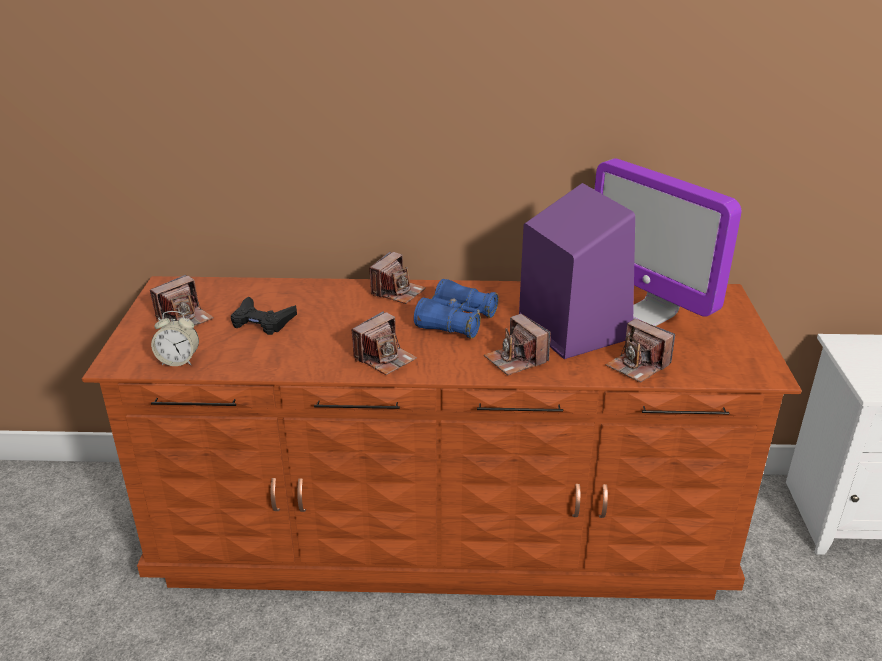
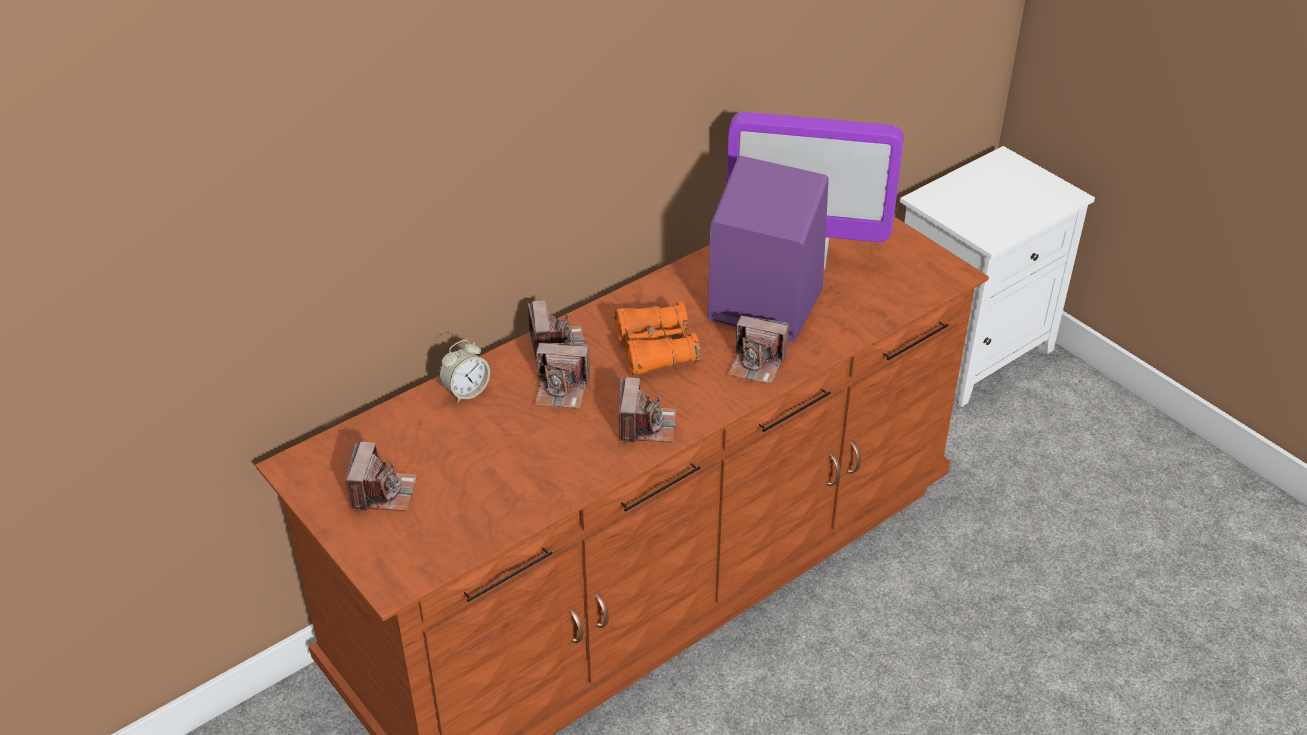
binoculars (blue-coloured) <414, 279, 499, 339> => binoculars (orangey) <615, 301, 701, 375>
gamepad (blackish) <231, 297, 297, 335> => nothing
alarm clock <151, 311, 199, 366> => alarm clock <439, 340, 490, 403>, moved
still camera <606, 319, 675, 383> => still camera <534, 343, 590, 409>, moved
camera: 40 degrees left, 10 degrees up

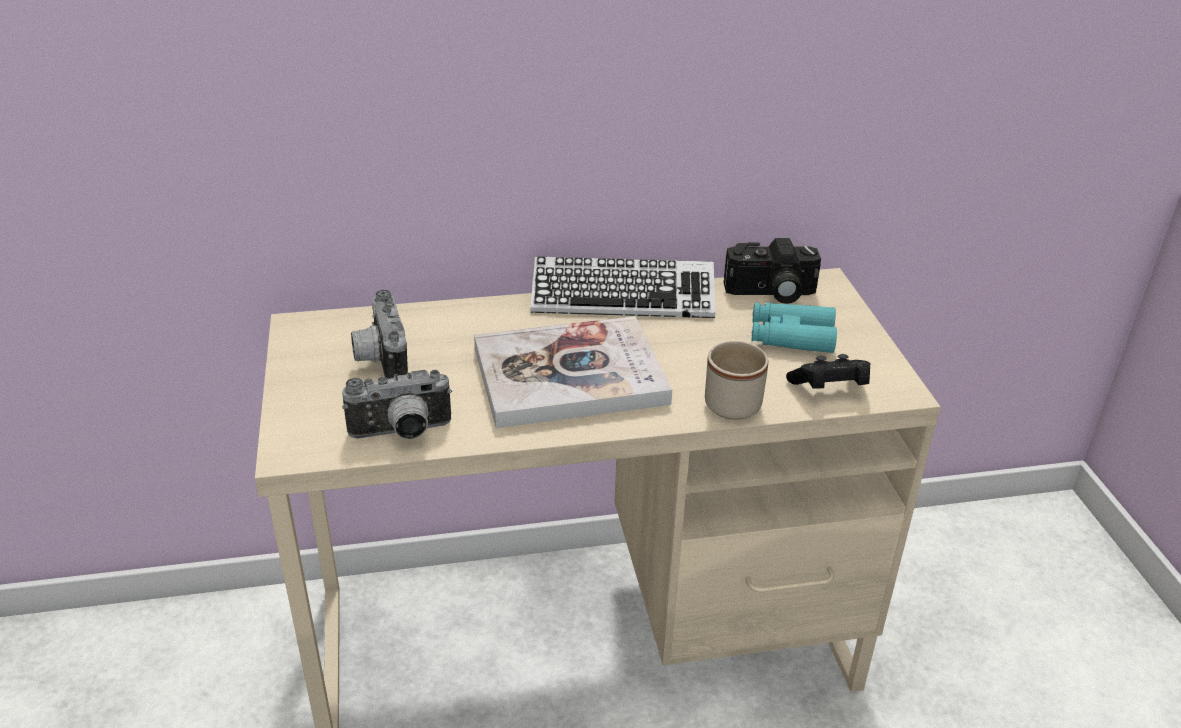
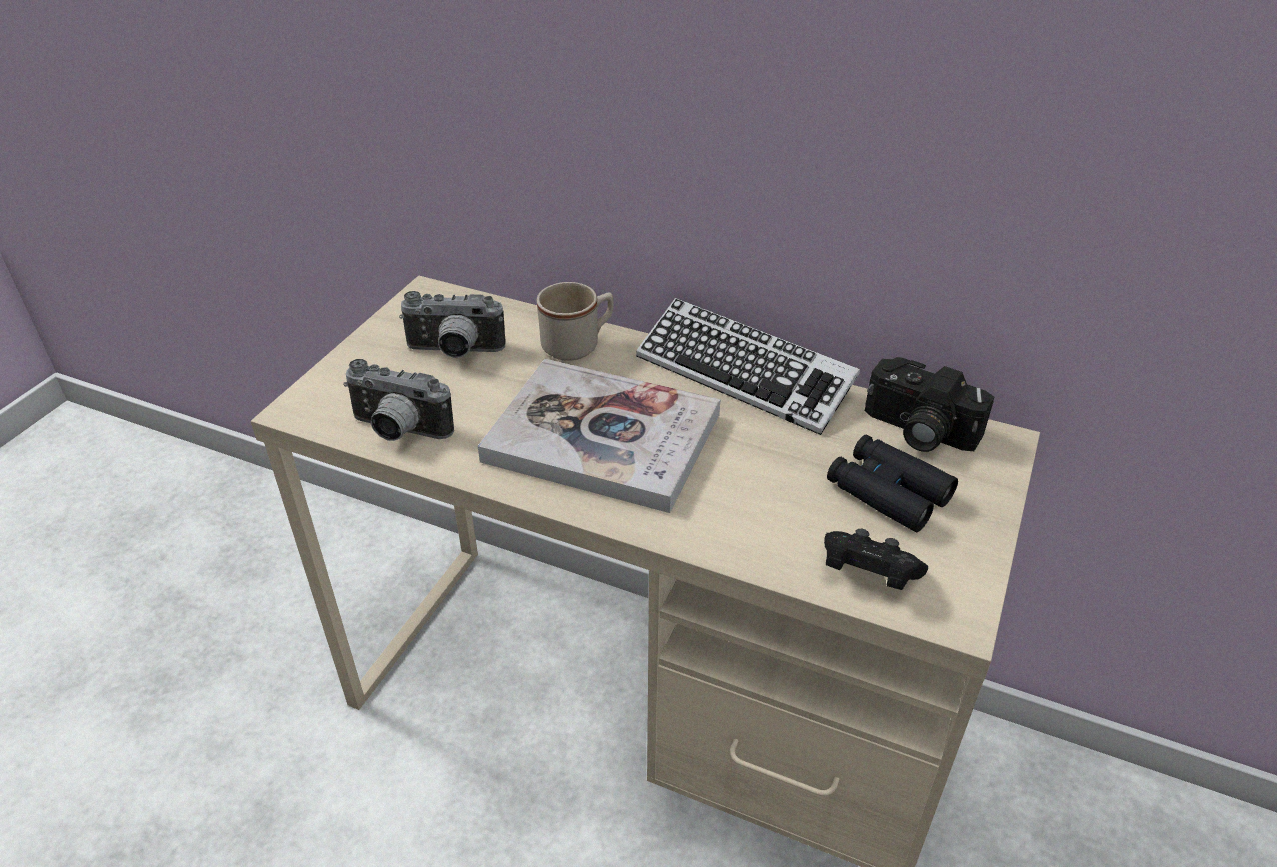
still camera <351, 290, 408, 379> => still camera <399, 291, 505, 358>, 105 degrees counterclockwise
binoculars (blue-green) <751, 302, 837, 353> => binoculars (blackish) <827, 435, 958, 532>
mug (sand-coloured) <705, 341, 768, 420> => mug (sand-coloured) <537, 282, 614, 361>, moved
camera: 35 degrees right, 5 degrees up

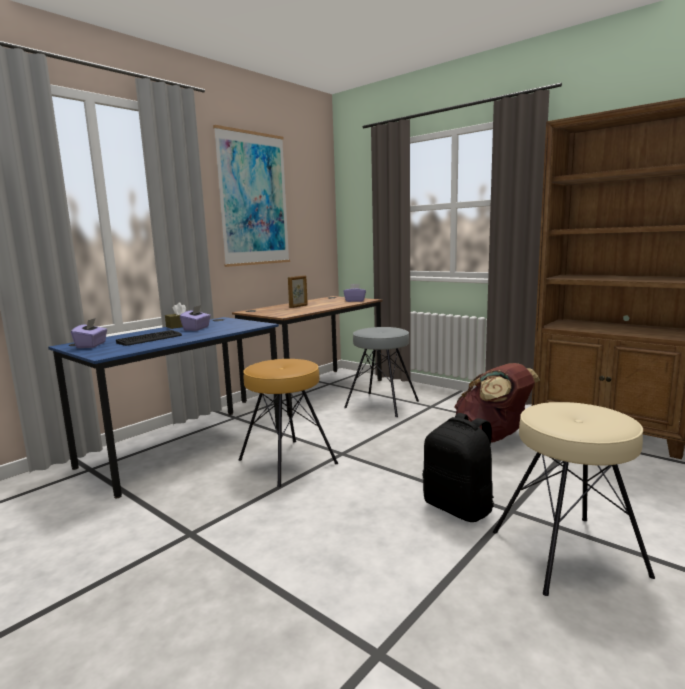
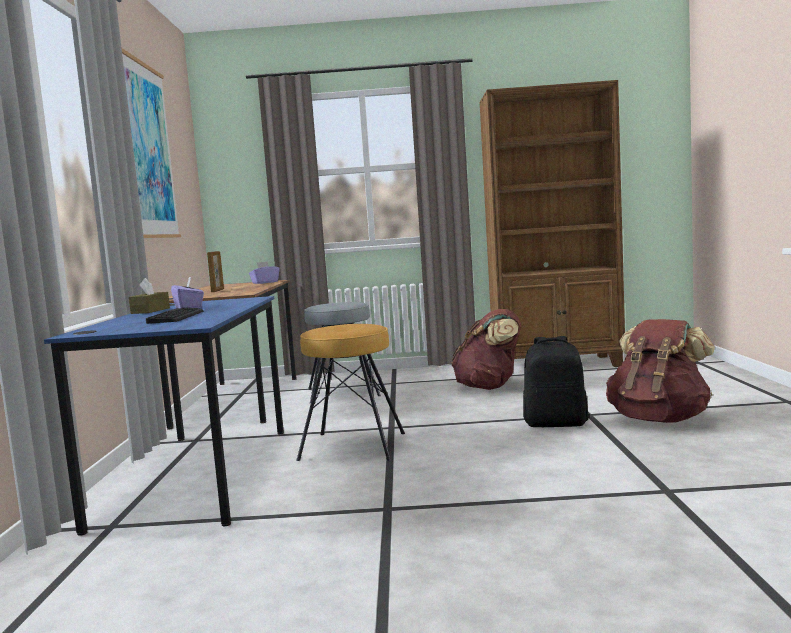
box of tissues (purple) <71, 318, 107, 348> => nothing
stool seat (sand-coloured) <493, 402, 655, 596> => backpack (brown) <606, 319, 715, 423>
camera: 40 degrees left, 5 degrees down

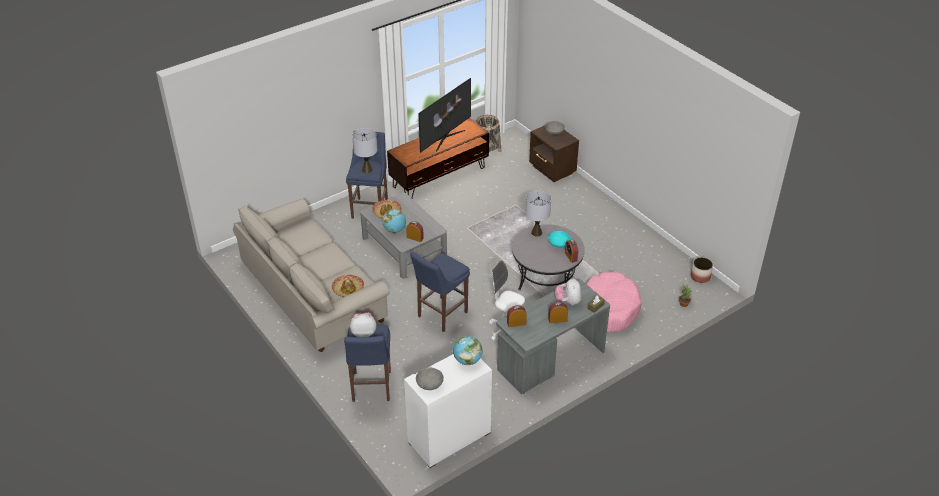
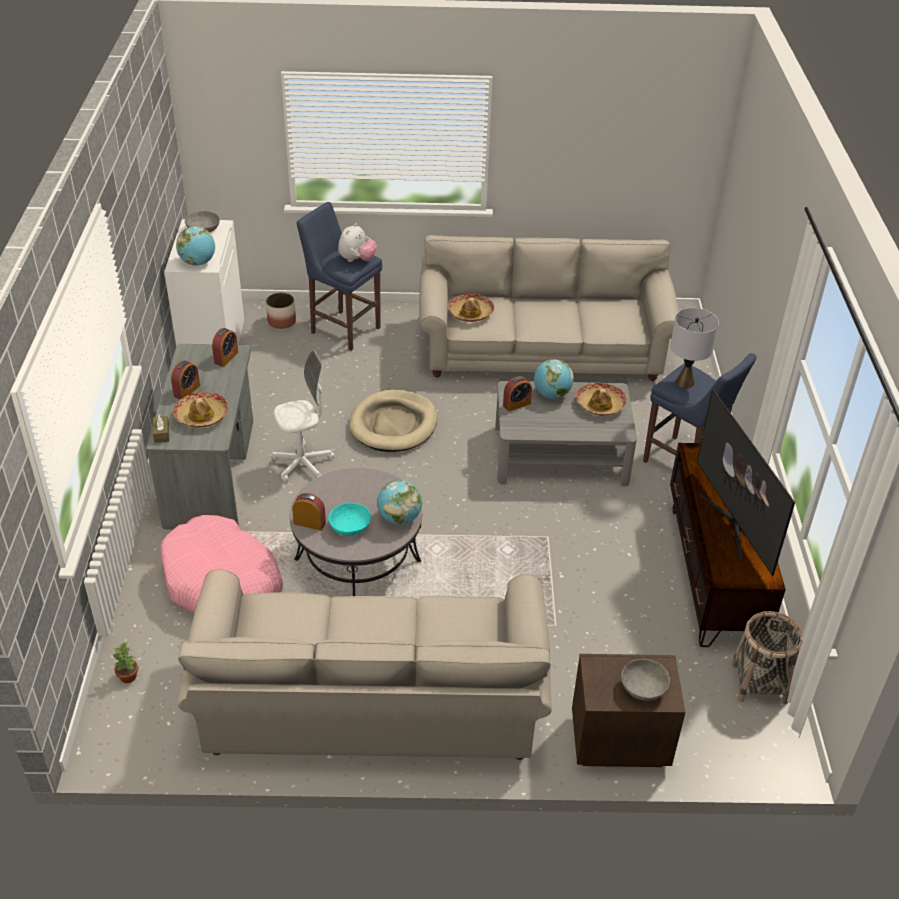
table lamp (grey) <525, 190, 551, 236> => world globe <377, 480, 422, 525>
stool seat (blue-coloured) <410, 252, 470, 332> => dog bed (sand-coloured) <349, 390, 437, 452>
planter <691, 257, 713, 283> => planter <266, 293, 296, 329>, moved
soft toy <555, 278, 582, 305> => hat <173, 392, 228, 428>
nothing => couch (sand-coloured) <177, 569, 552, 760>
camera: 125 degrees right, 0 degrees up

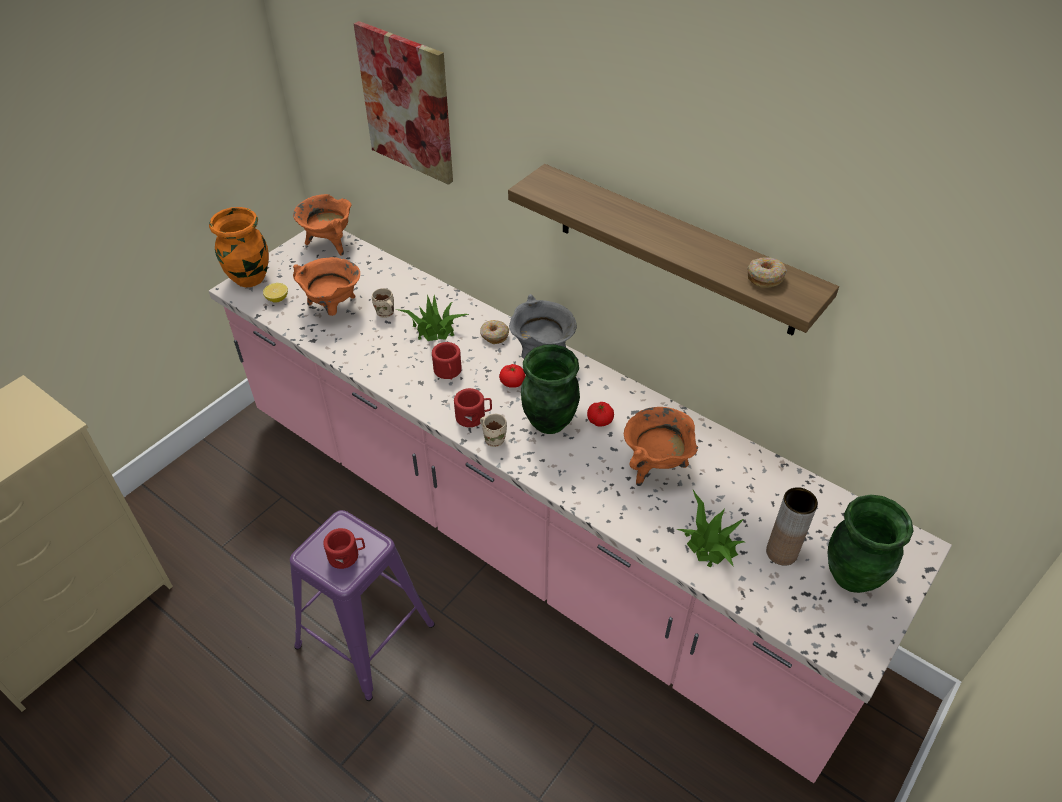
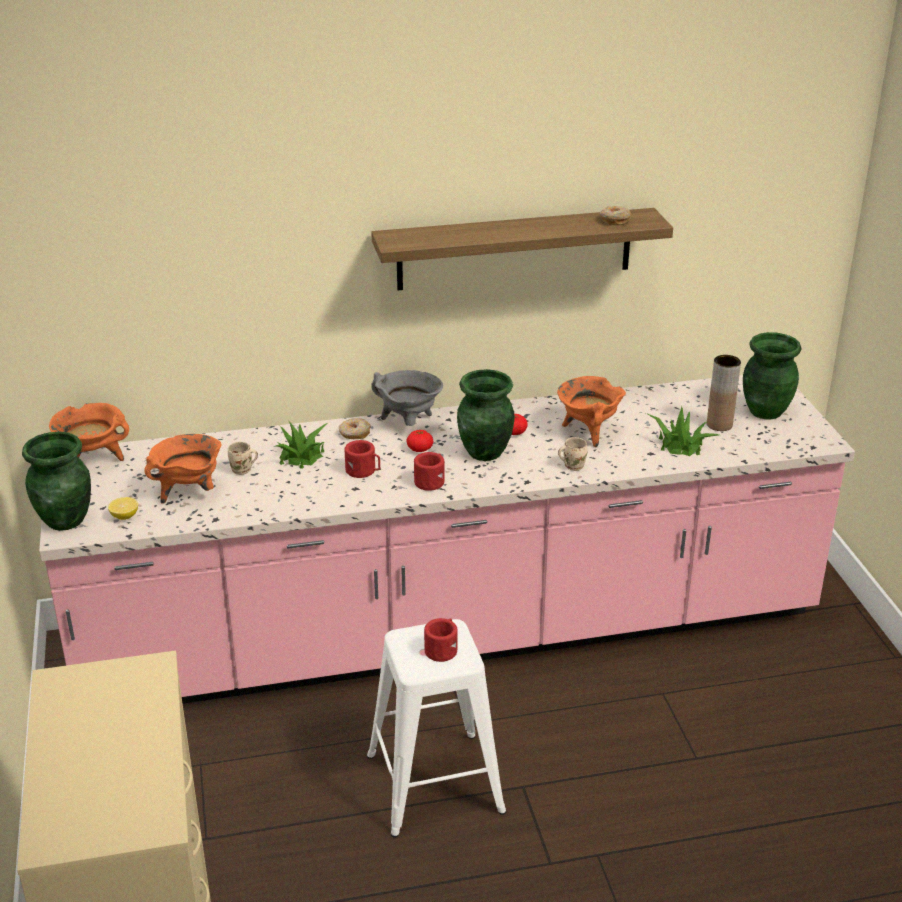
wall art <354, 21, 453, 185> => nothing
decorative vase (orangey) <209, 207, 269, 287> => decorative vase (greenish) <22, 432, 91, 531>
mug (sand-coloured) <480, 414, 507, 447> => mug (sand-coloured) <558, 437, 587, 471>, moved
stool seat (purple) <290, 510, 435, 701> => stool seat (white-coloured) <367, 619, 506, 837>
camera: 50 degrees left, 15 degrees down

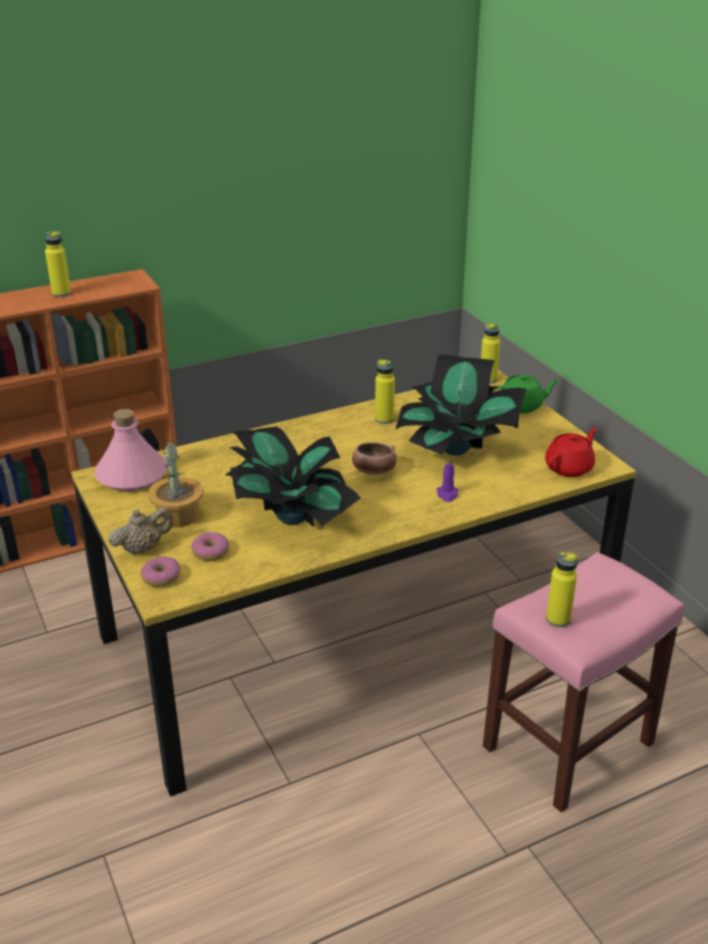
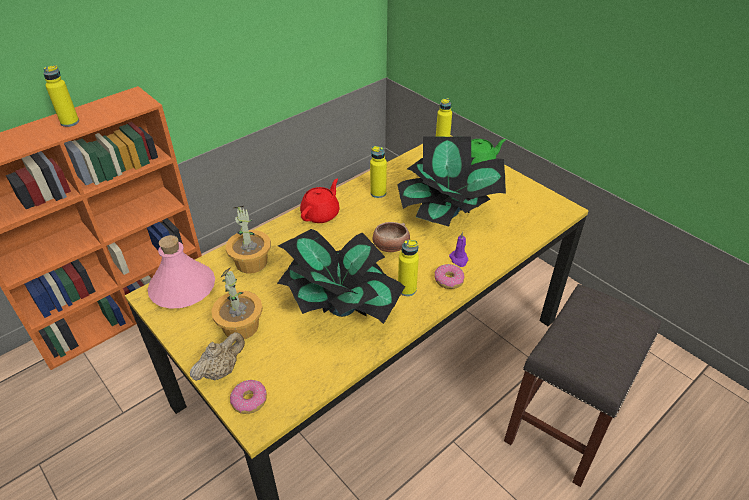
tea pot (reddish) <545, 427, 597, 477> => tea pot (reddish) <300, 178, 340, 223>, moved
ring doughnut <191, 532, 229, 561> => ring doughnut <434, 264, 465, 289>, moved
stool seat (pinkish) <483, 552, 684, 813> => stool seat (grey) <504, 284, 661, 487>
bottle (yellow) <546, 552, 578, 627> => bottle (yellow) <398, 240, 419, 296>, moved
nothing => plant in a pot <226, 206, 271, 274>
camera: 15 degrees left, 10 degrees up

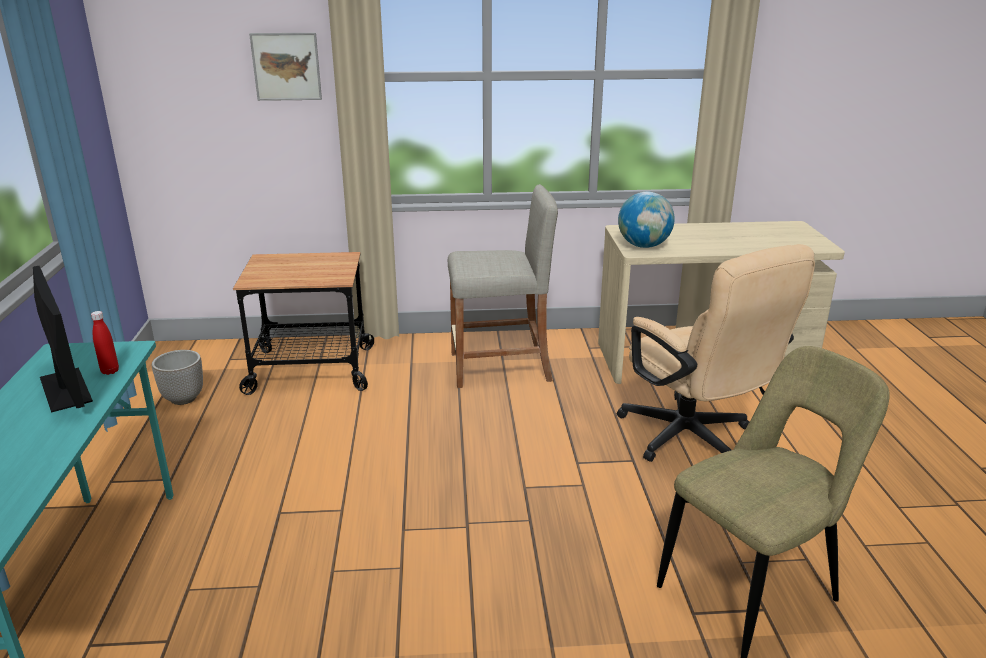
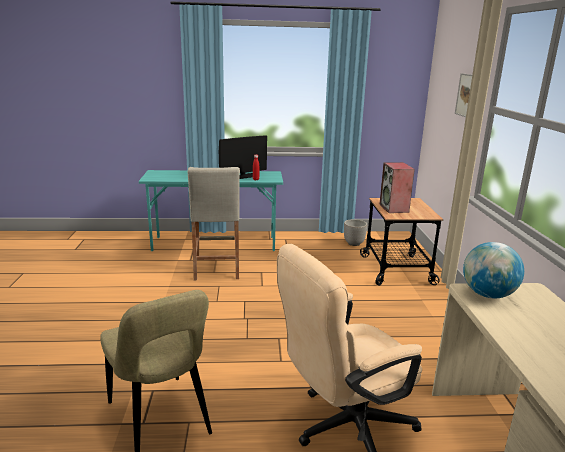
stool seat (sand-coloured) <448, 184, 558, 388> => stool seat (sand-coloured) <188, 167, 240, 280>, moved
nothing => speaker <379, 162, 415, 213>
camera: 90 degrees right, 5 degrees down

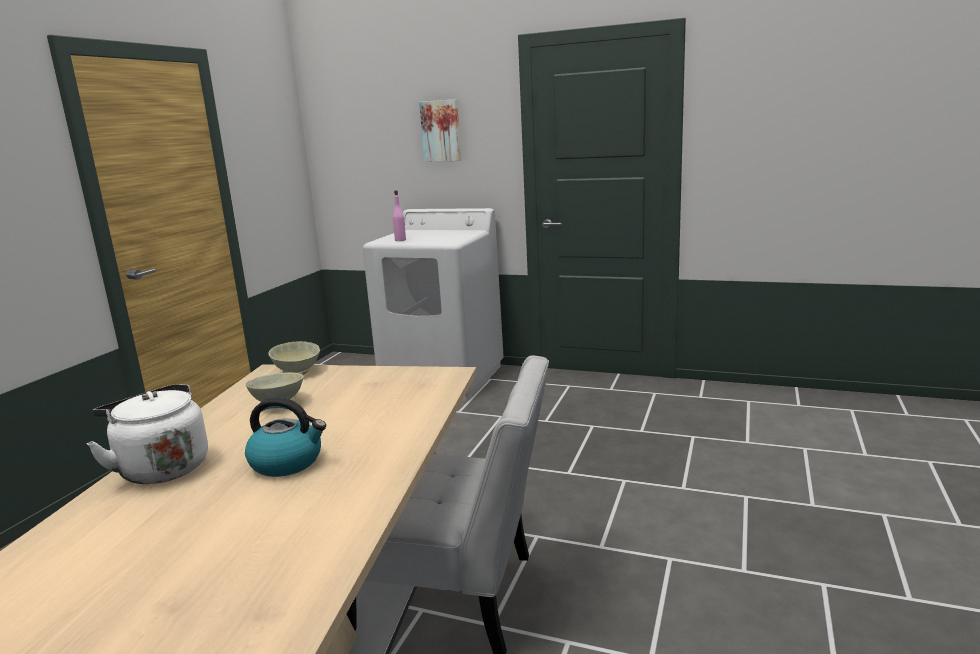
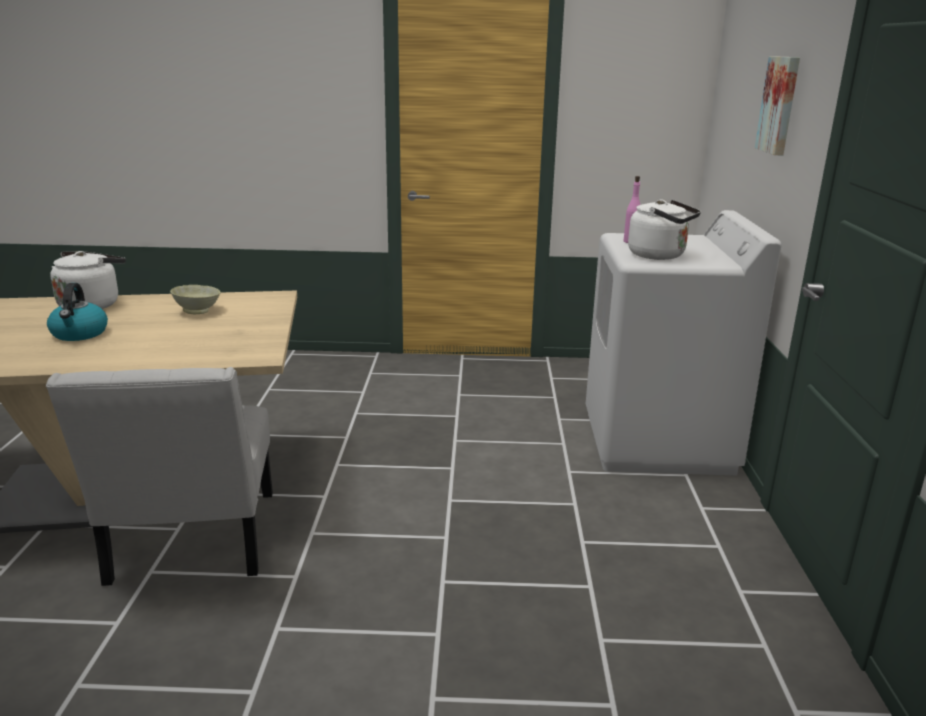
bowl (sand-coloured) <268, 341, 320, 375> => nothing
nothing => tea kettle (white-coloured) <628, 199, 701, 260>
camera: 70 degrees right, 5 degrees up

